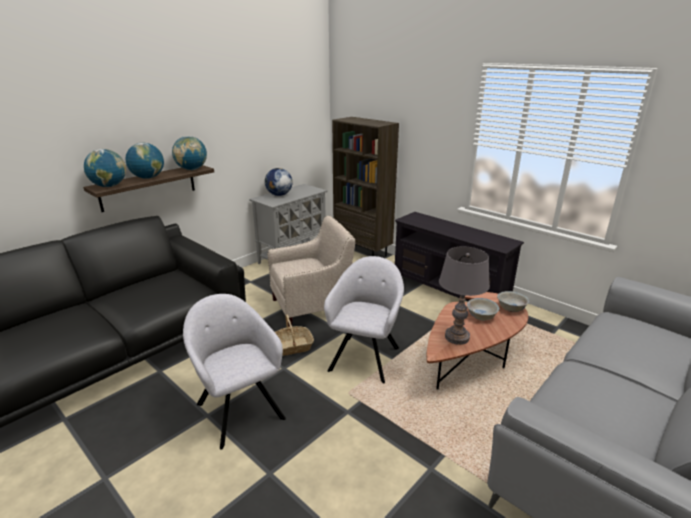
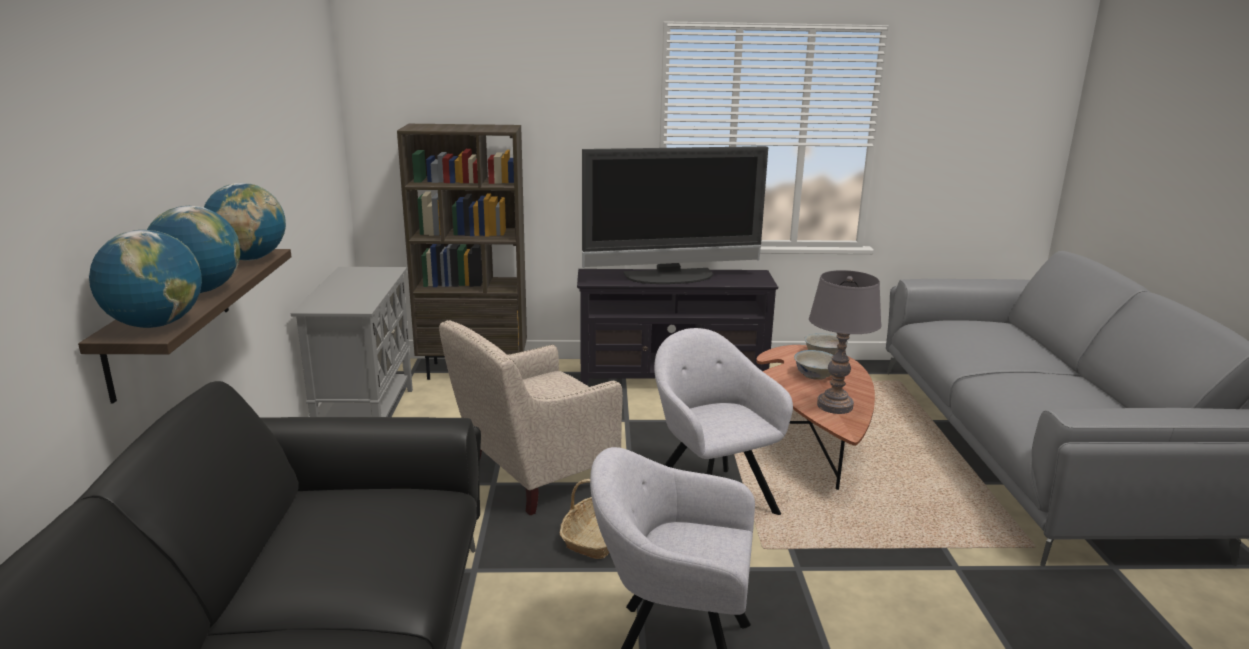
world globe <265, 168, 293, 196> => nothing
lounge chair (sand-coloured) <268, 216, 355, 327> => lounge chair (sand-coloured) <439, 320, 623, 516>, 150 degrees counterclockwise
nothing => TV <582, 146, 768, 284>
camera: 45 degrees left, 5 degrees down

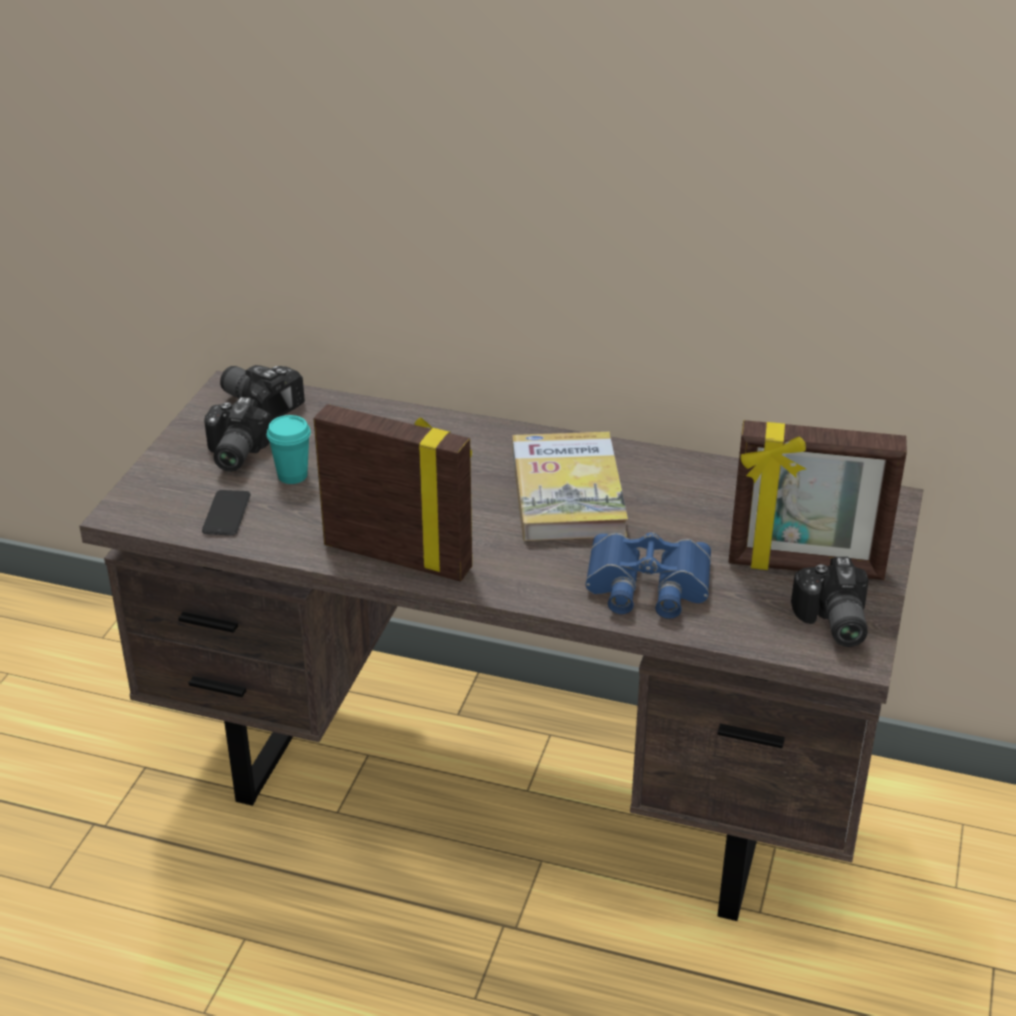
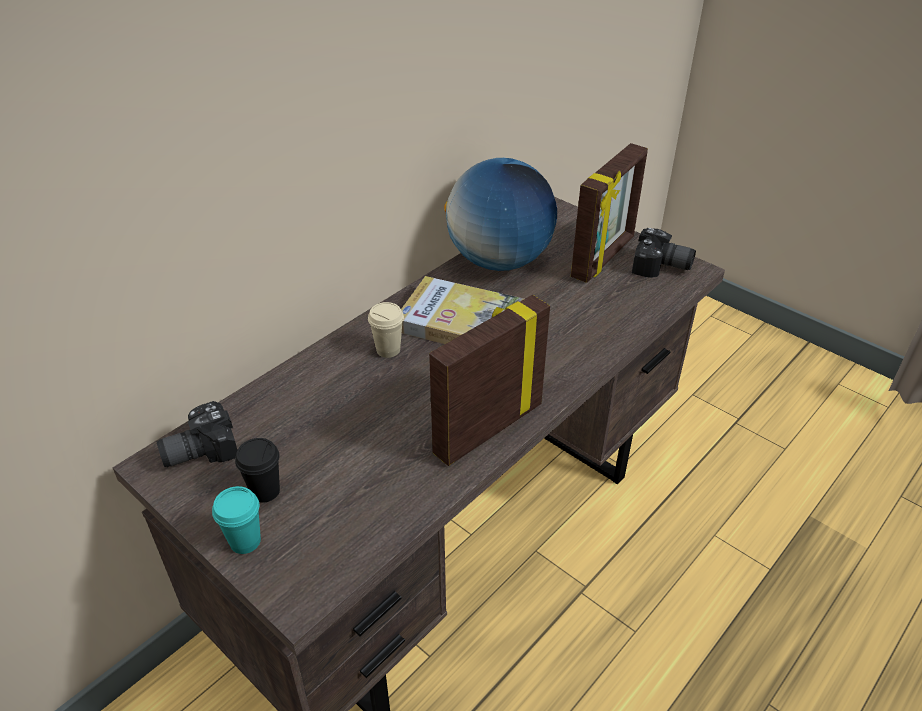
still camera <204, 397, 272, 472> => cup (blackish) <235, 438, 280, 502>
cup (blue-green) <267, 415, 311, 484> => cup (blue-green) <212, 486, 261, 554>, moved
telephone <202, 490, 250, 535> => nothing
binoculars (blue-coloured) <585, 532, 711, 619> => nothing
nothing => world globe <444, 158, 557, 271>
nothing => cup (sand-coloured) <368, 302, 404, 358>
camera: 65 degrees left, 5 degrees up

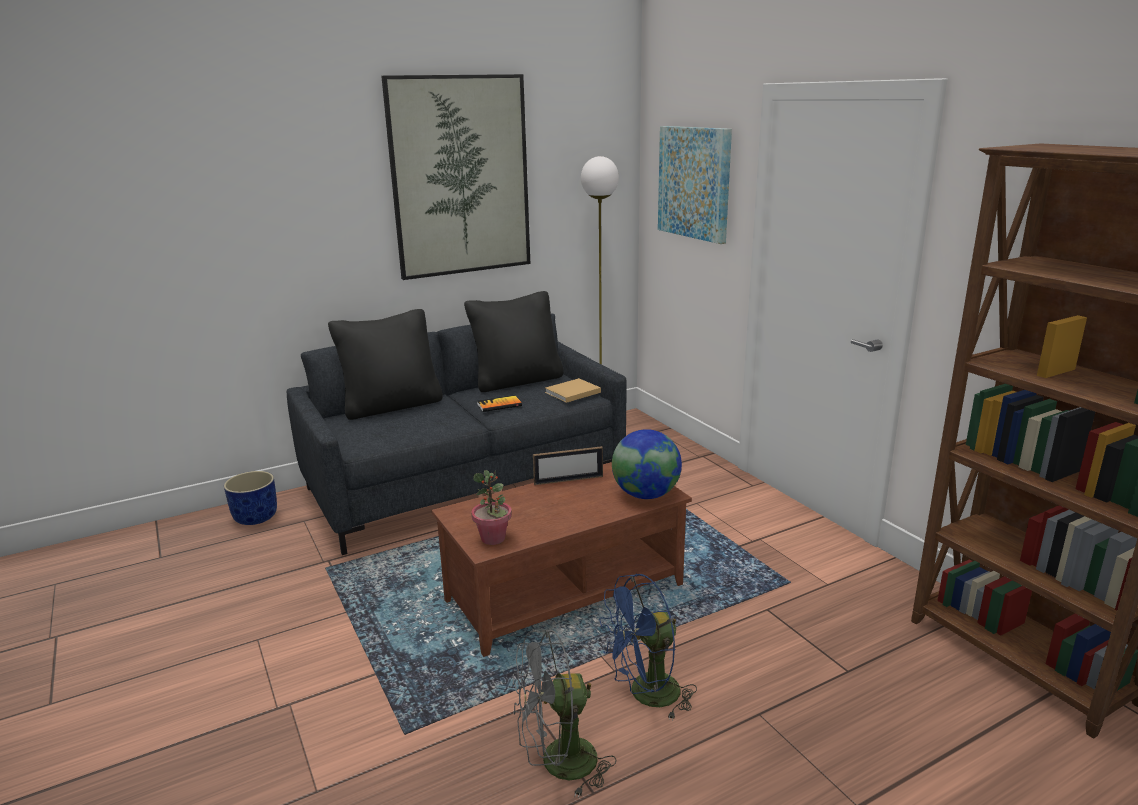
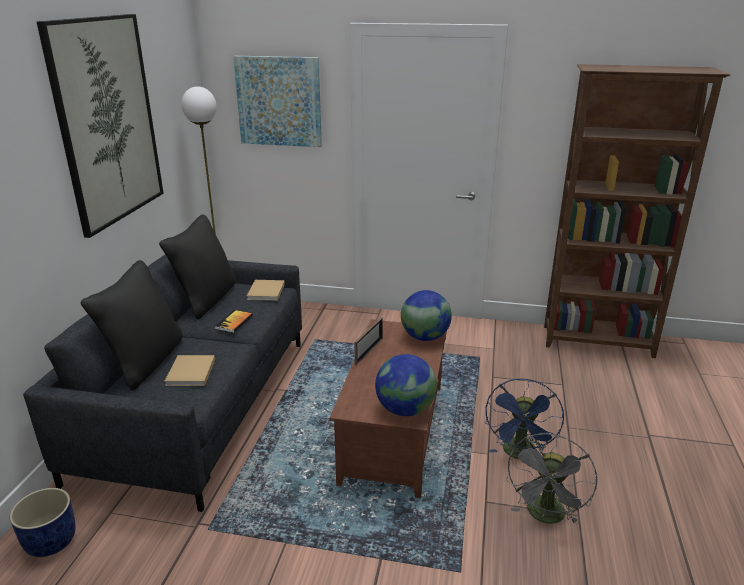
plant in a pot <471, 470, 512, 545> => world globe <375, 354, 437, 416>
nothing => volume (sand-coloured) <164, 355, 215, 386>
camera: 50 degrees left, 5 degrees up

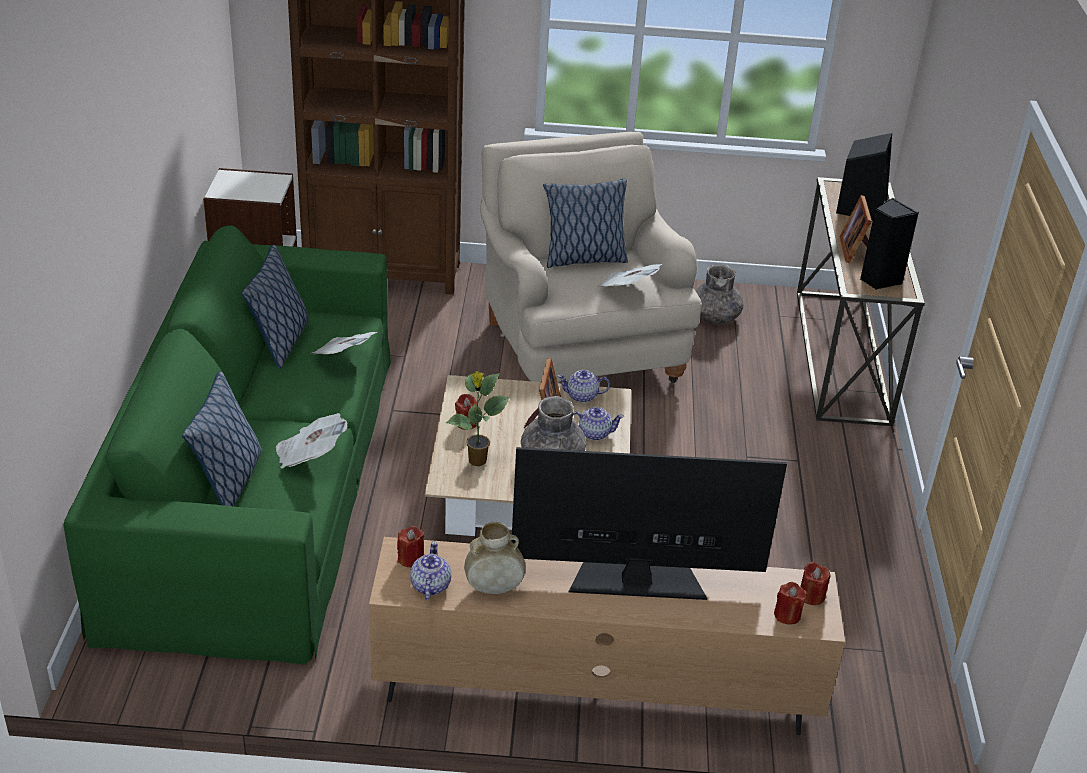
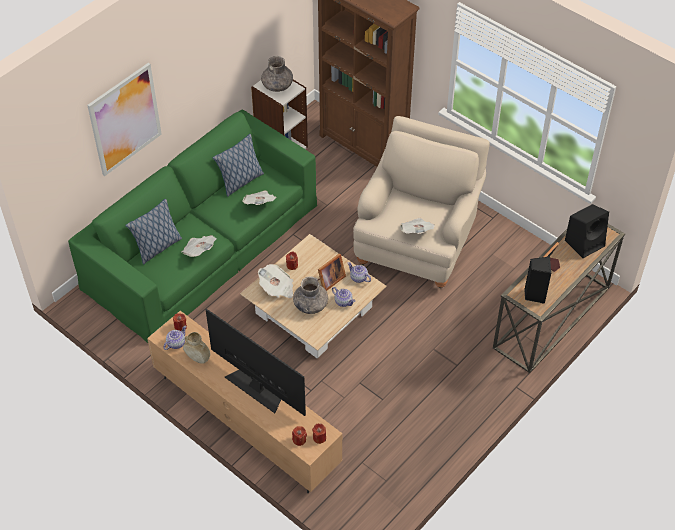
pillow <543, 178, 628, 268> => nothing
decorative vase (grey) <696, 264, 743, 324> => decorative vase (grey) <261, 56, 293, 92>, moved
plant in a pot <446, 371, 510, 466> => printed paper <258, 264, 294, 298>
nothing => wall art <87, 63, 162, 176>
camera: 40 degrees right, 15 degrees up

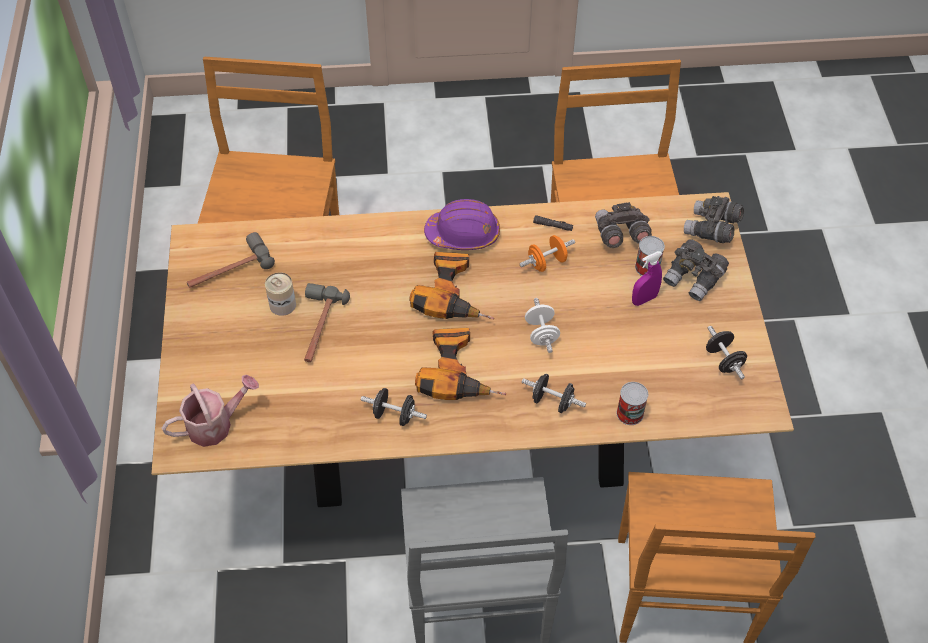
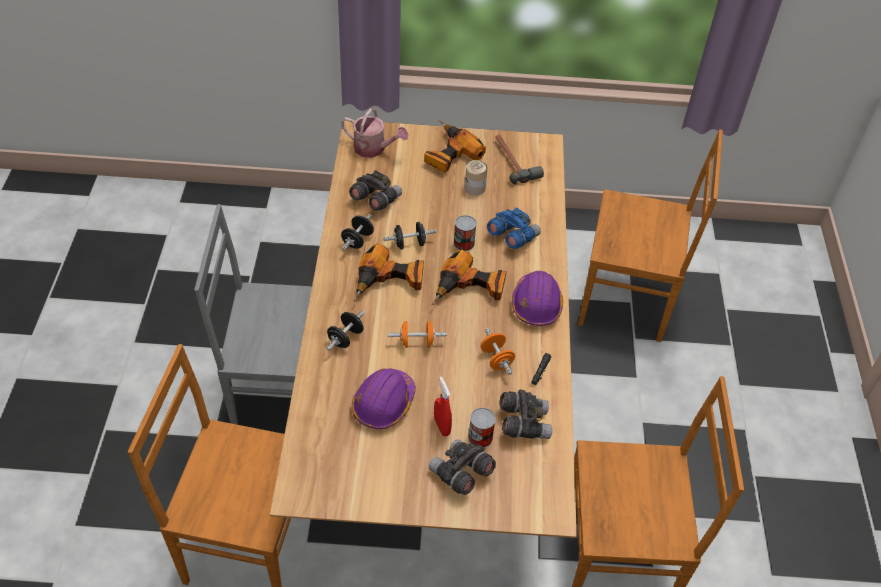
binoculars (grey) <684, 196, 744, 243> => binoculars (grey) <349, 170, 402, 211>, moved
spray bottle (purple) <632, 251, 662, 306> => spray bottle (reddish) <434, 376, 452, 436>
tool hammer <304, 283, 350, 362> => nothing
dumbbell (white-coloured) <525, 298, 560, 353> => dumbbell (orangey) <388, 321, 447, 348>
dumbbell (blackish) <706, 326, 747, 379> => dumbbell (blackish) <383, 222, 436, 250>, moved
watering pot <162, 375, 259, 447> => watering pot <341, 109, 408, 158>, 45 degrees counterclockwise
can <617, 382, 648, 425> => can <454, 215, 477, 251>, moved
nothing => drill <424, 119, 486, 173>
nothing => binoculars (blue-coloured) <487, 207, 541, 249>
nothing => work helmet (purple) <352, 368, 416, 429>
camera: 95 degrees right, 5 degrees down

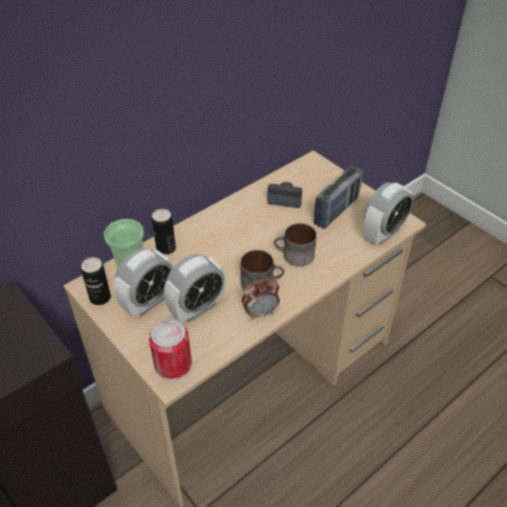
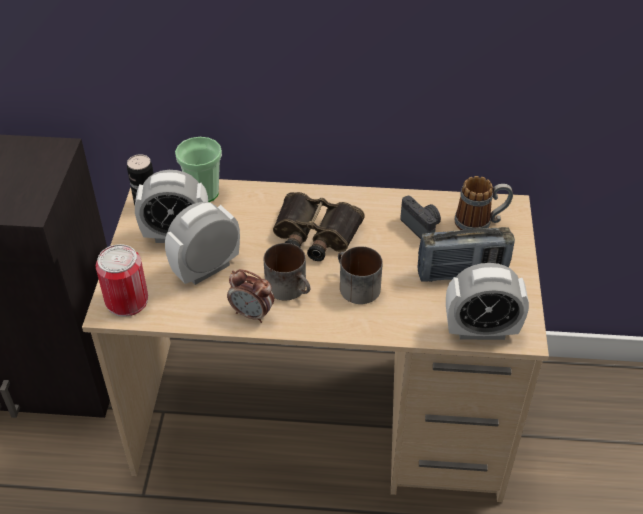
can <152, 209, 176, 255> => nothing
alarm clock <164, 254, 226, 323> => alarm clock <165, 202, 240, 285>, 135 degrees clockwise
nothing => mug <455, 176, 513, 230>
nothing => binoculars <273, 192, 365, 261>
camera: 45 degrees right, 0 degrees up

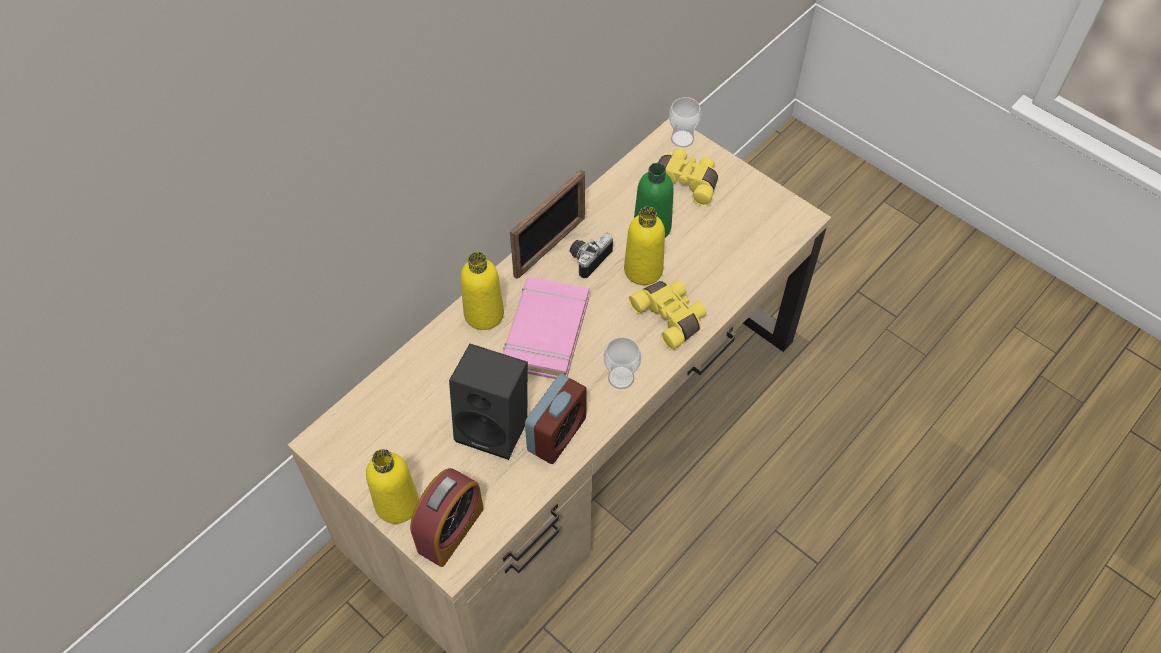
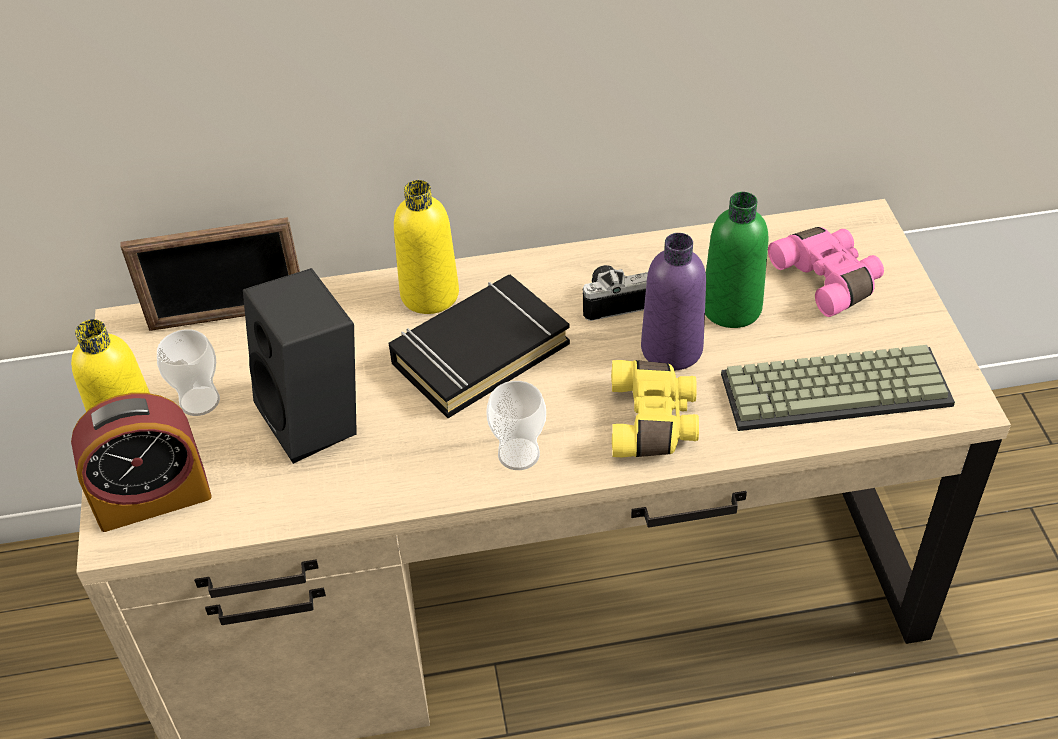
cup <669, 97, 702, 148> => cup <157, 329, 220, 416>, moved
binoculars (yellow) <658, 148, 718, 206> => binoculars (pinkish) <768, 227, 884, 317>
standing frame <510, 169, 585, 279> => standing frame <120, 217, 300, 331>, moved
bottle (yellow) <624, 207, 665, 285> => bottle (purple) <641, 233, 706, 370>
volume (pinkish) <503, 277, 589, 379> => volume (blackish) <389, 275, 570, 418>
alarm clock <525, 374, 587, 464> => nothing
nothing => computer keyboard <721, 345, 955, 431>
camera: 40 degrees right, 10 degrees down

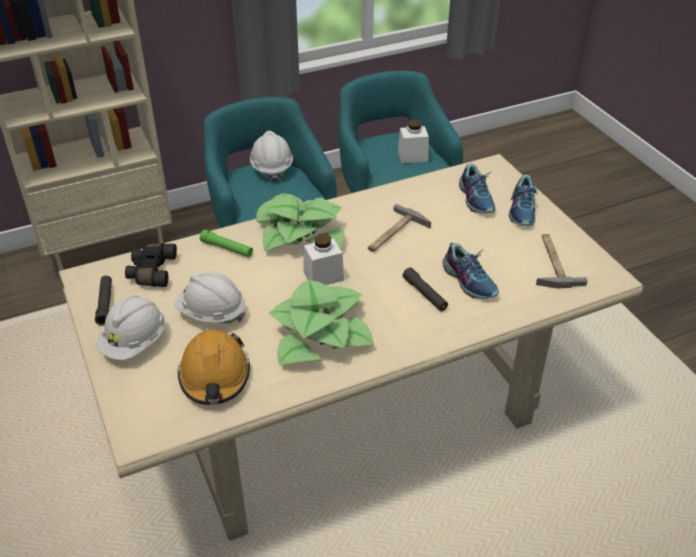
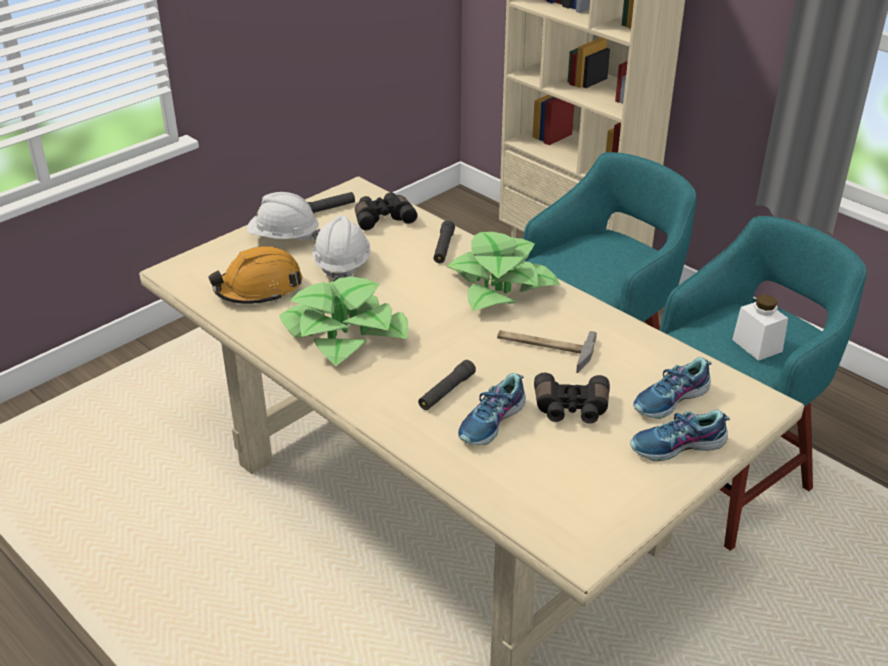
work helmet (white-coloured) <250, 131, 293, 182> => nothing
torch (greenish) <200, 230, 253, 257> => torch (blackish) <434, 220, 455, 263>
preserve jar (white-coloured) <303, 234, 344, 285> => nothing
tool hammer <536, 234, 587, 288> => nothing
nothing => binoculars (blackish) <534, 373, 610, 424>
camera: 70 degrees right, 5 degrees down

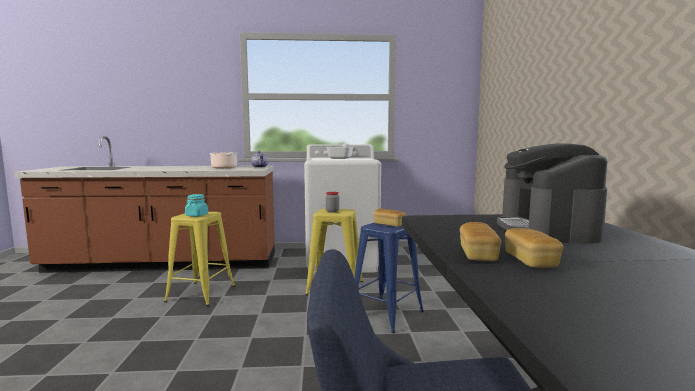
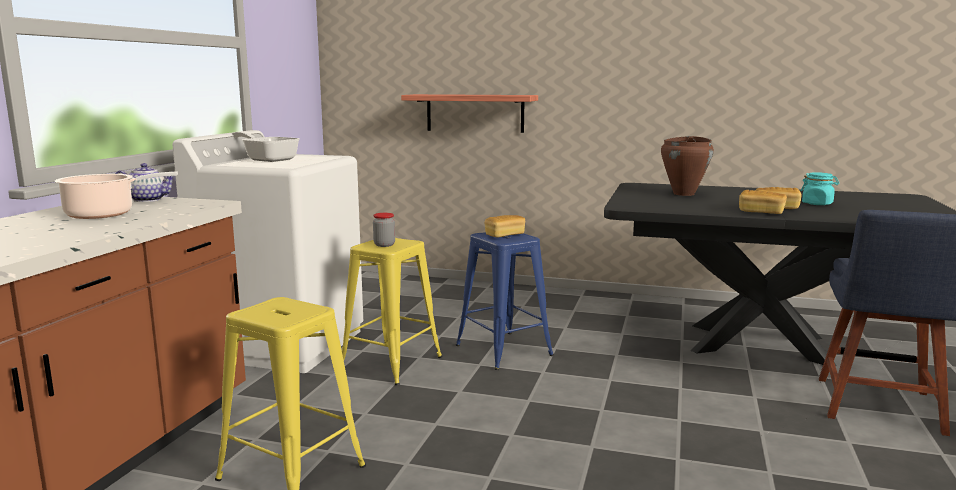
coffee maker <497, 143, 607, 244> => saucepot (brown) <661, 136, 714, 196>
preserve jar (blue-green) <185, 194, 208, 217> => preserve jar (blue-green) <800, 172, 839, 205>, moved
nothing => shelf <401, 94, 538, 133>
camera: 70 degrees left, 5 degrees up

